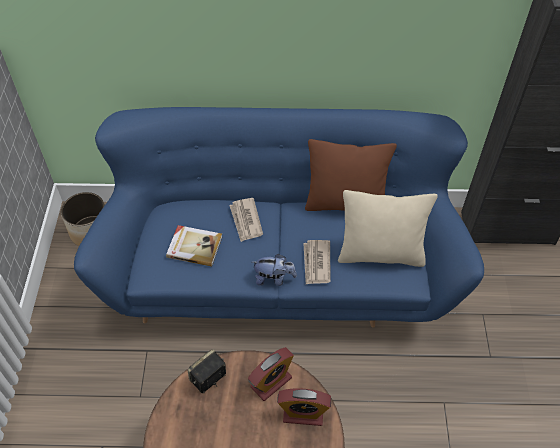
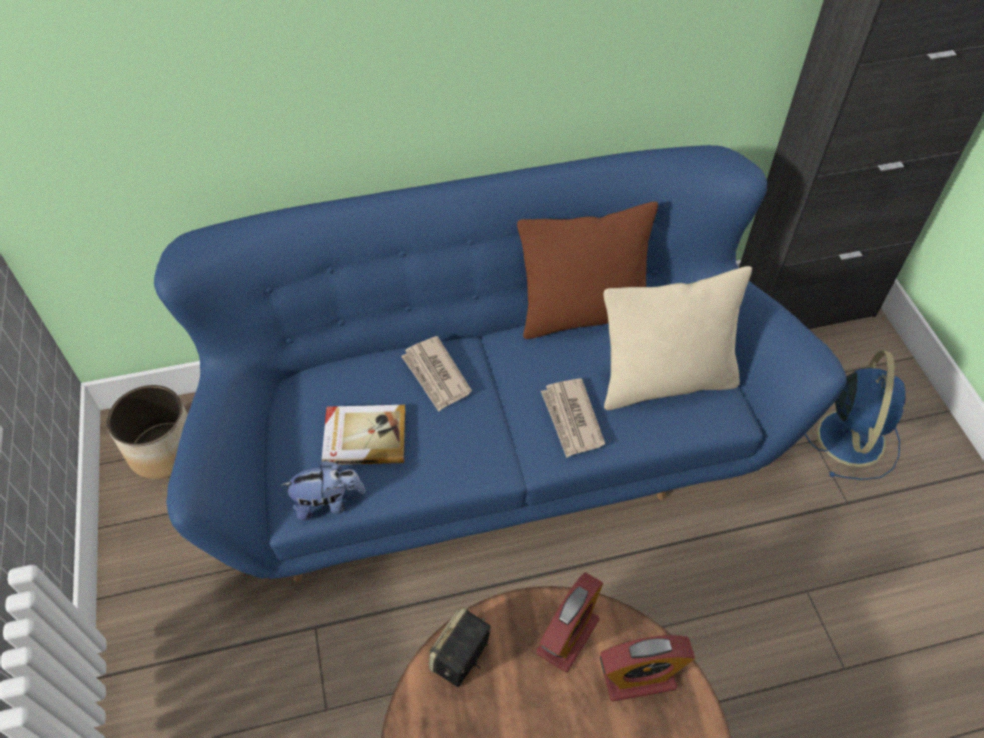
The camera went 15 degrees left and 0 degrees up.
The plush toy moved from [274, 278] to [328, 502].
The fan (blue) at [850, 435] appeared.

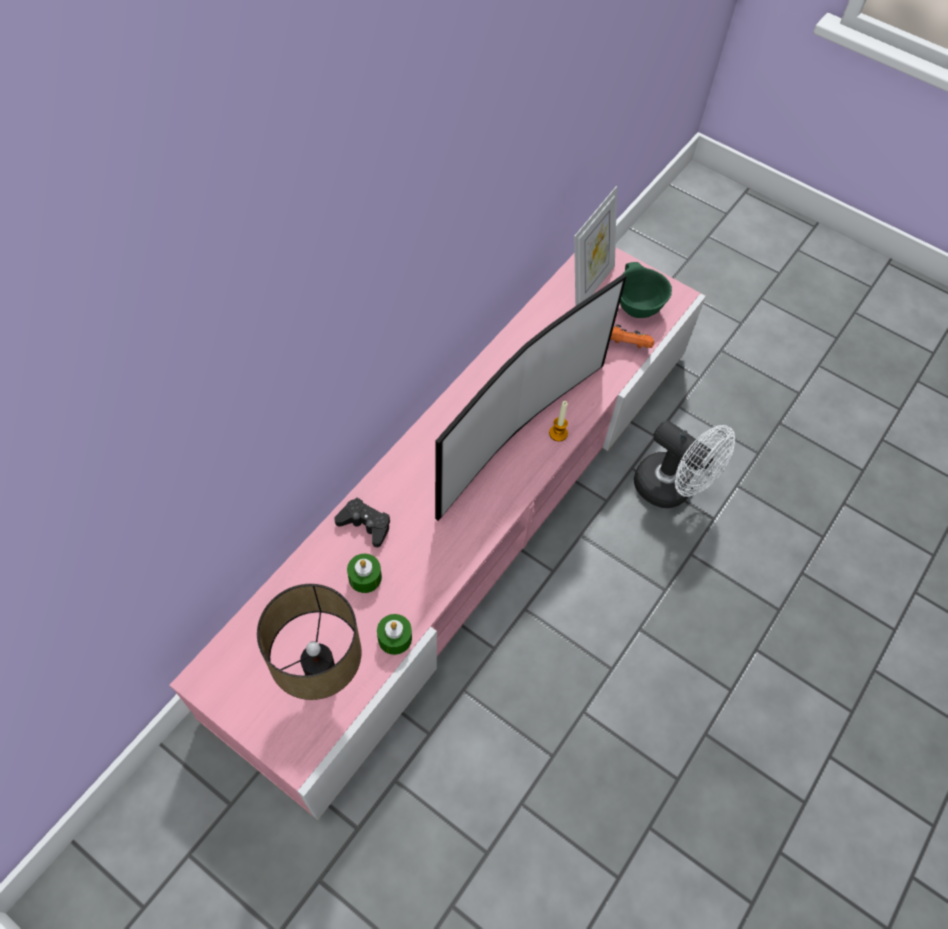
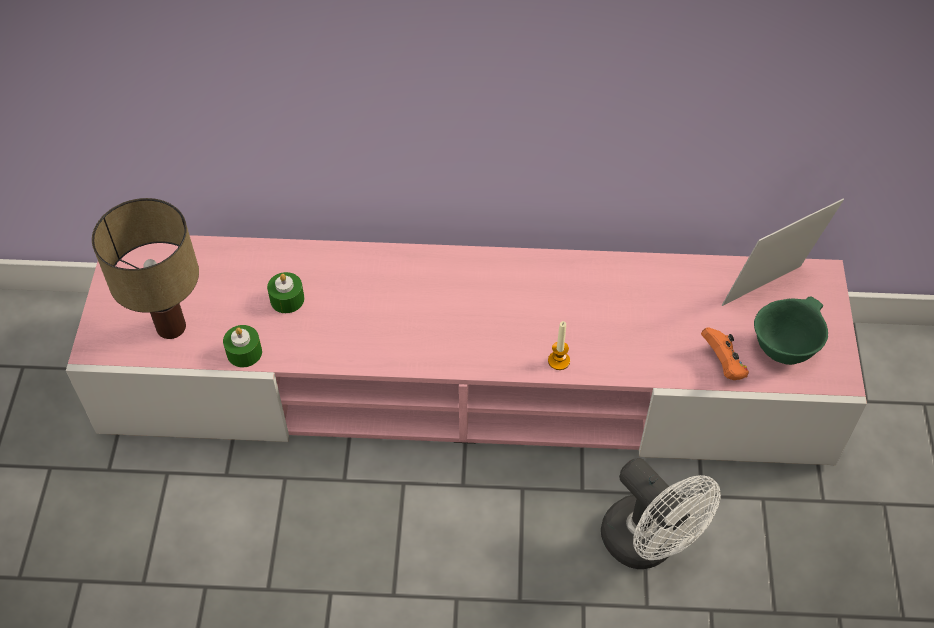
The camera went 60 degrees right and 5 degrees down.
The game controller (black) at [365, 524] disappeared.
The television at [516, 432] disappeared.
The picture frame at [588, 286] turned 150 degrees clockwise.
The fan (white) at [671, 489] turned 45 degrees counterclockwise.

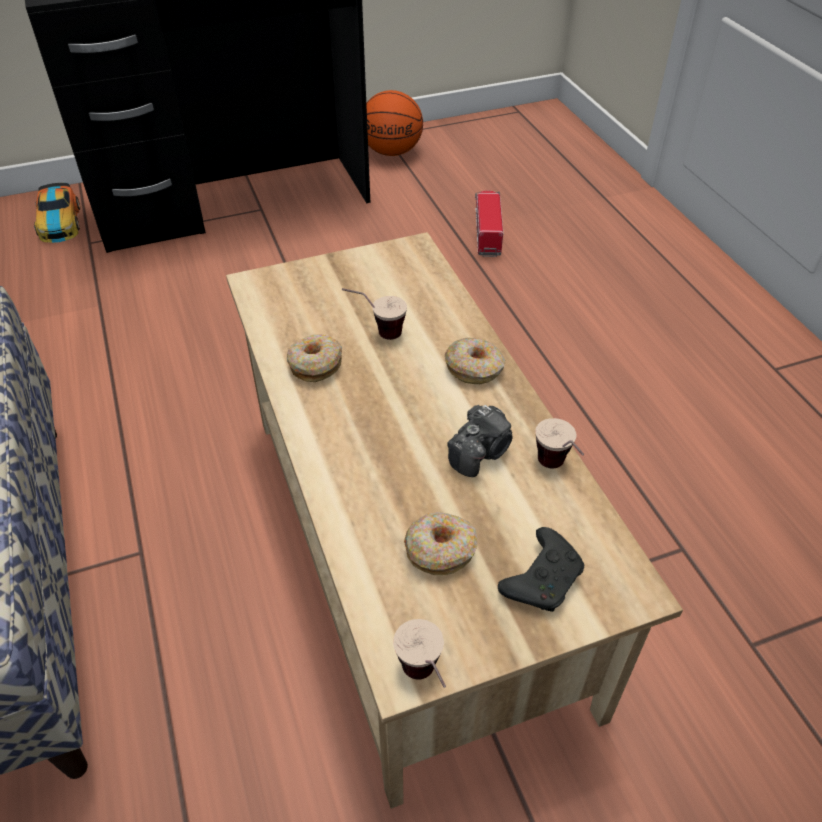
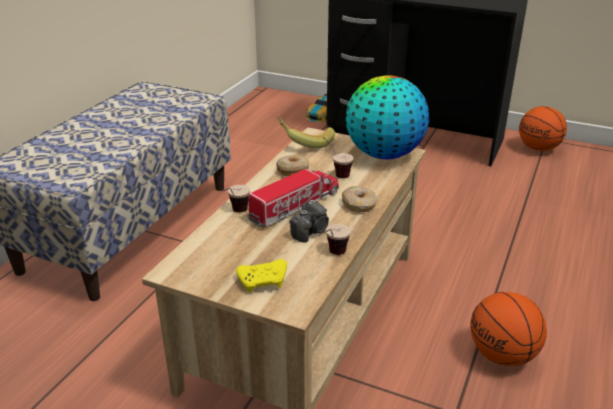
The camera went 45 degrees right and 15 degrees down.
The cup moved from [425, 682] to [235, 213].
The donut at [440, 550] disappeared.
The photo camera at [481, 452] turned 45 degrees counterclockwise.
The toy truck moved from [487, 229] to [295, 206].
The game controller (black) at [542, 578] became the game controller (yellow) at [264, 281].
The banana at [305, 142] appeared.
The globe at [384, 154] appeared.
The basketball at [502, 355] appeared.

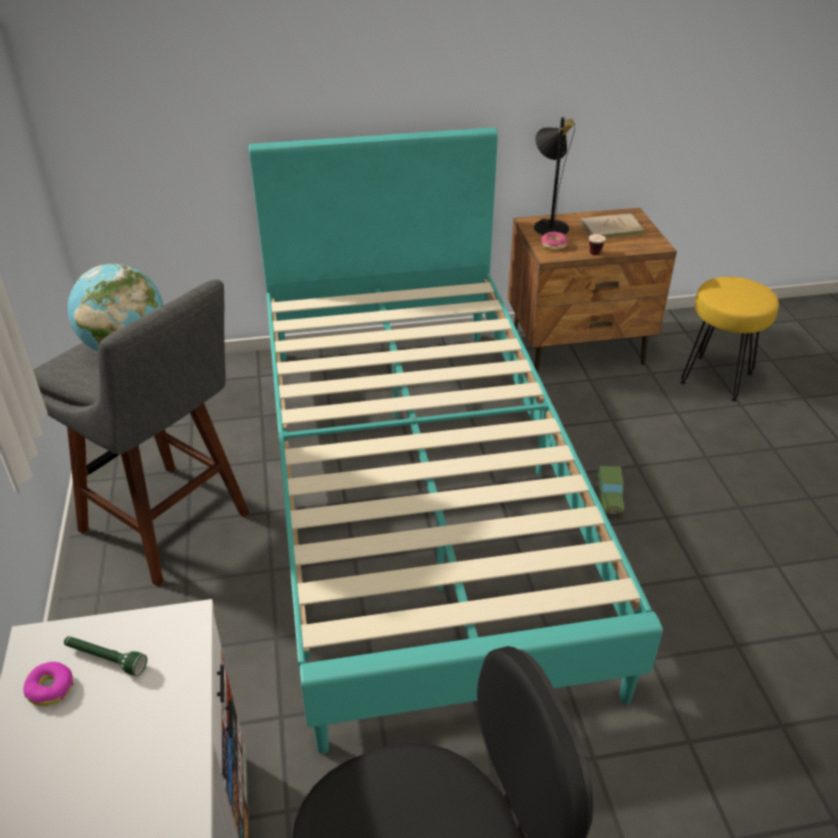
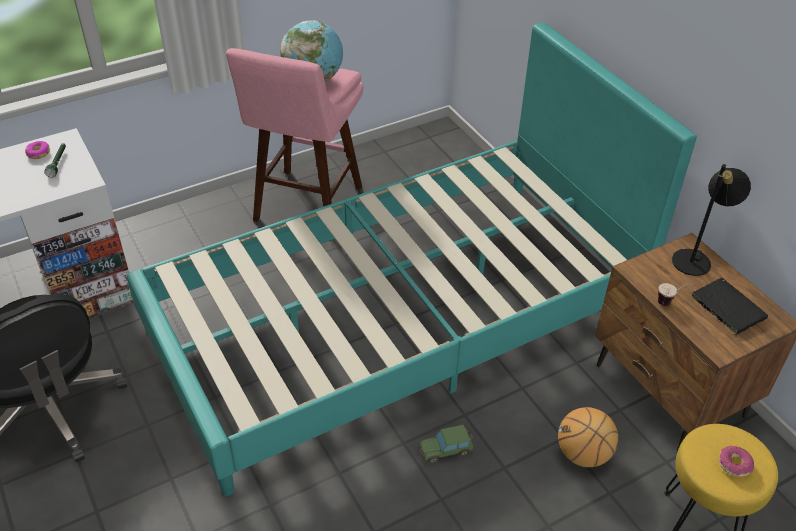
The camera went 70 degrees right and 5 degrees up.
The stool (grey) at [170, 526] became the stool (pink) at [306, 207].
The donut moved from [553, 245] to [734, 464].
The book (beige) at [609, 229] became the book (black) at [726, 306].
The basketball at [583, 454] appeared.

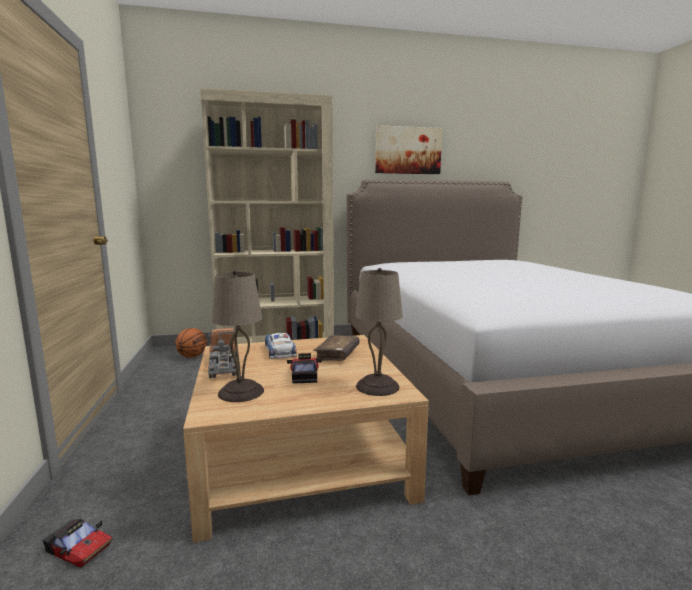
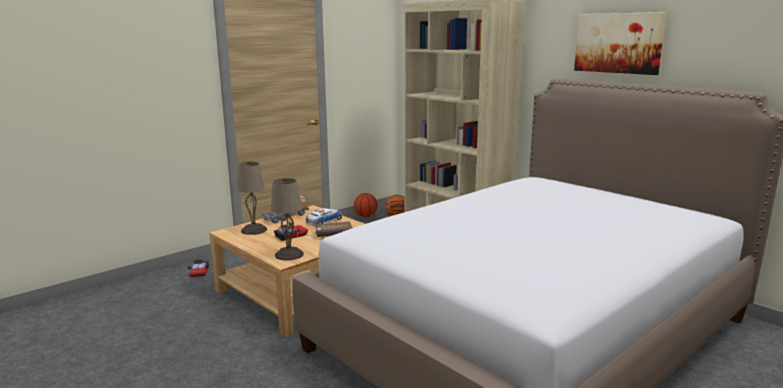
The camera went 60 degrees right and 5 degrees up.
The basketball at [365, 216] appeared.

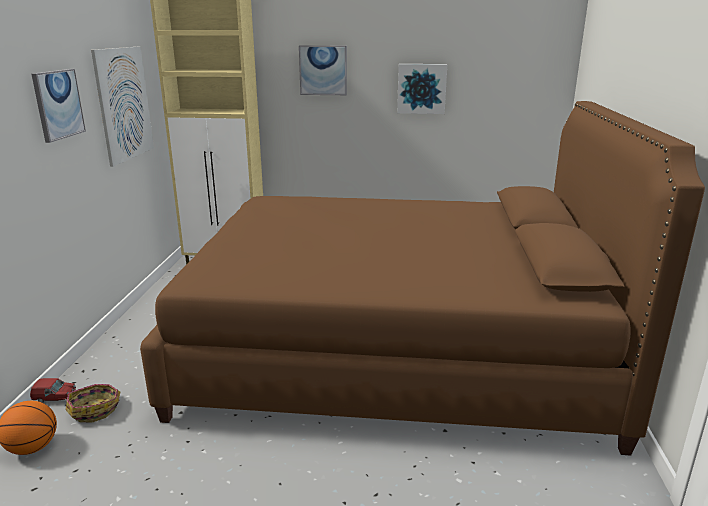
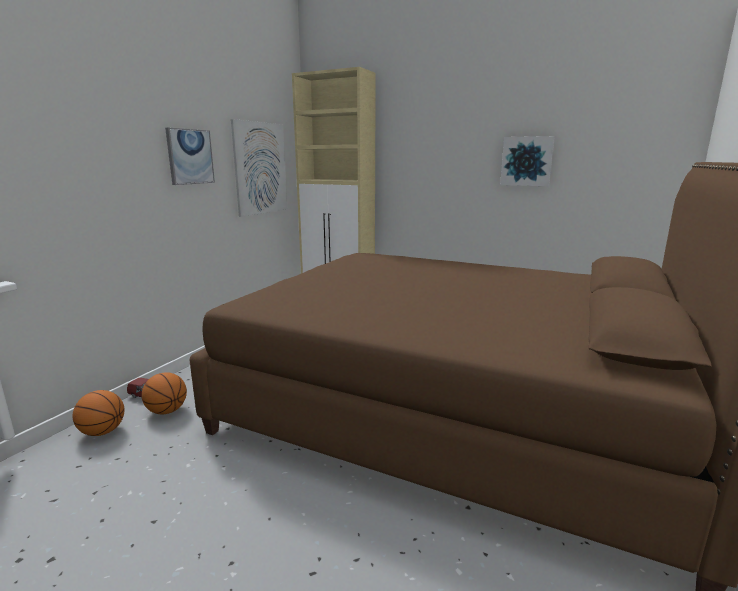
The camera went 20 degrees right and 5 degrees down.
The basket at [95, 409] was replaced by the basketball at [167, 411].
The picture at [323, 70] disappeared.

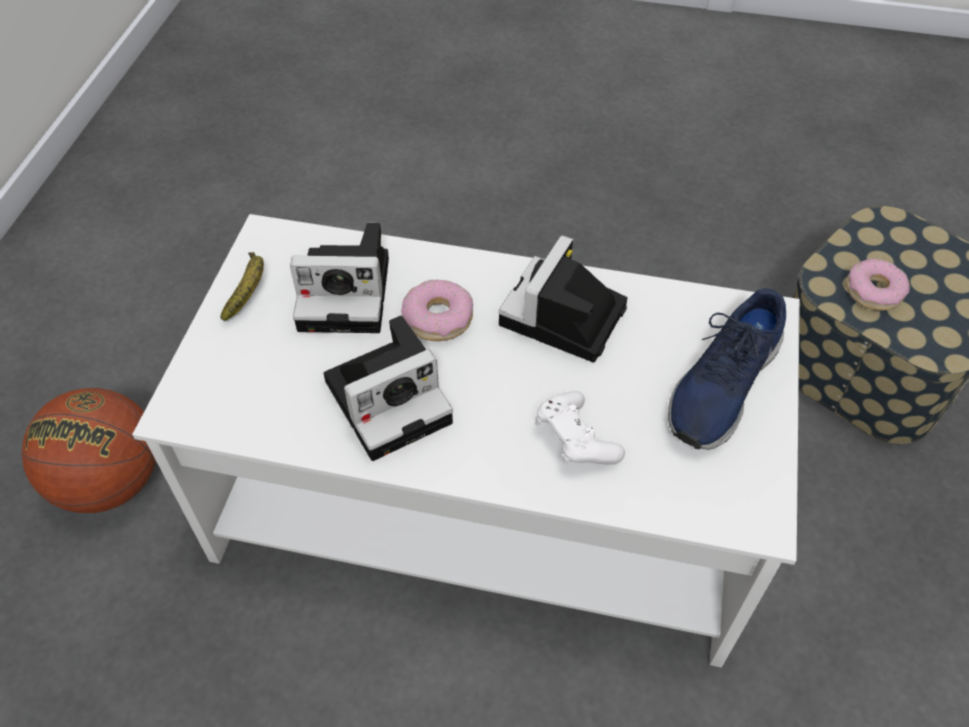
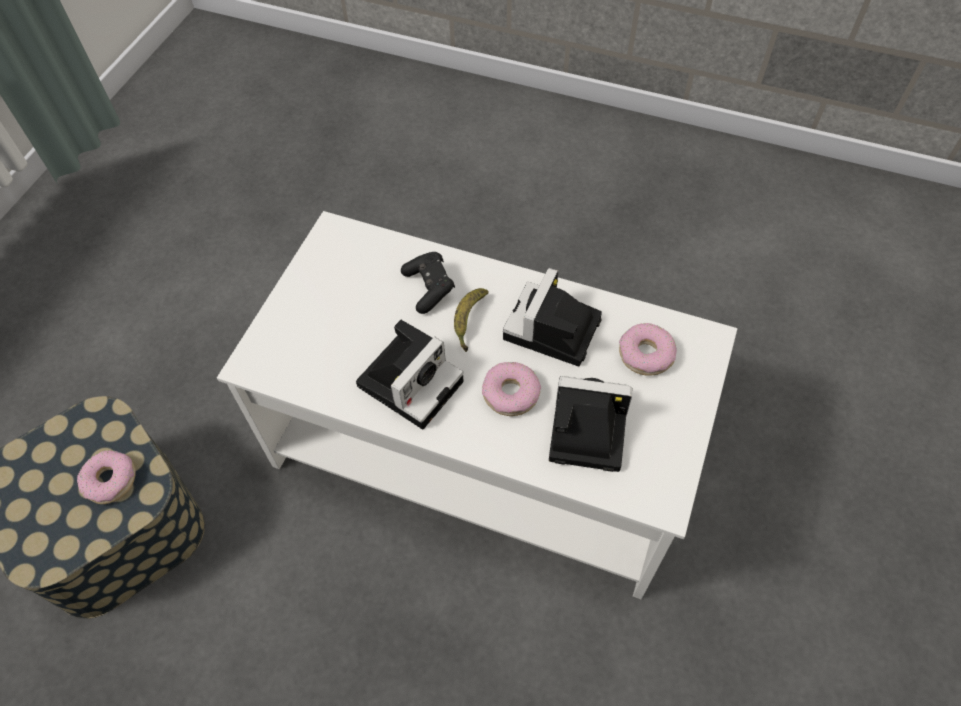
The camera went 170 degrees left and 5 degrees up.
The basketball at [111, 482] disappeared.
The banana moved from [249, 291] to [468, 321].
The photo camera at [391, 398] turned 45 degrees counterclockwise.
The game controller (white) at [575, 440] became the game controller (black) at [429, 288].
The shoe (blue) at [721, 385] disappeared.
The donut at [646, 354] appeared.

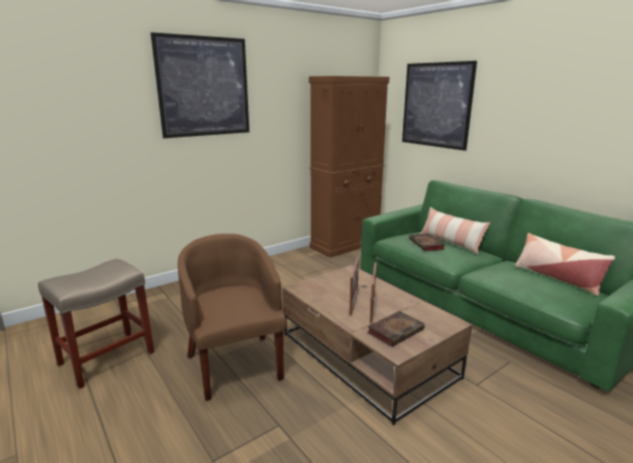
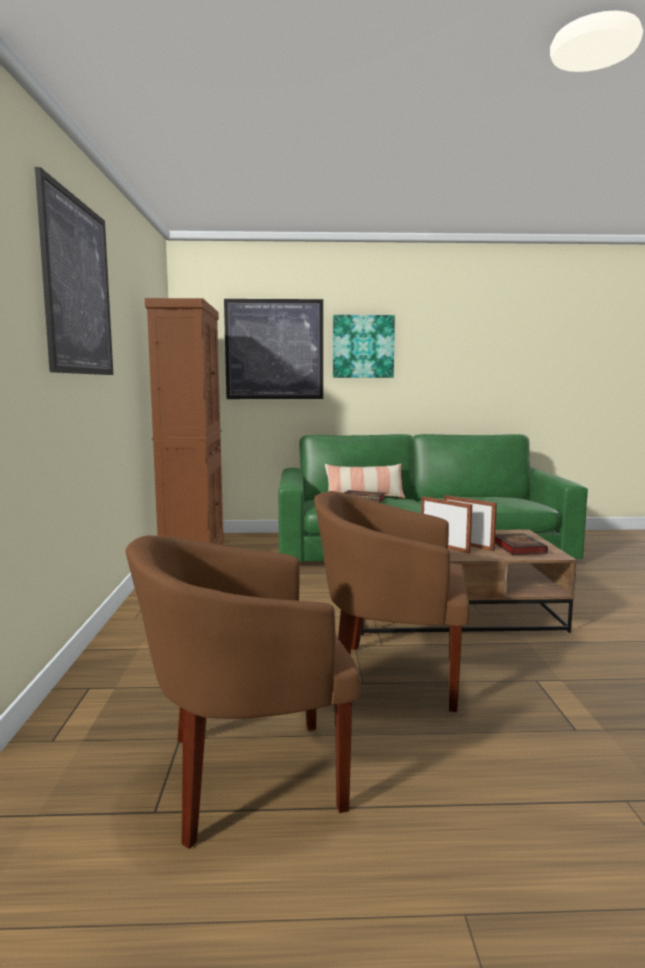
The camera went 55 degrees left and 10 degrees down.
The stool (beige) at [108, 357] was replaced by the armchair (brown) at [246, 776].
The pillow at [557, 277] disappeared.
The picture at [363, 346] appeared.

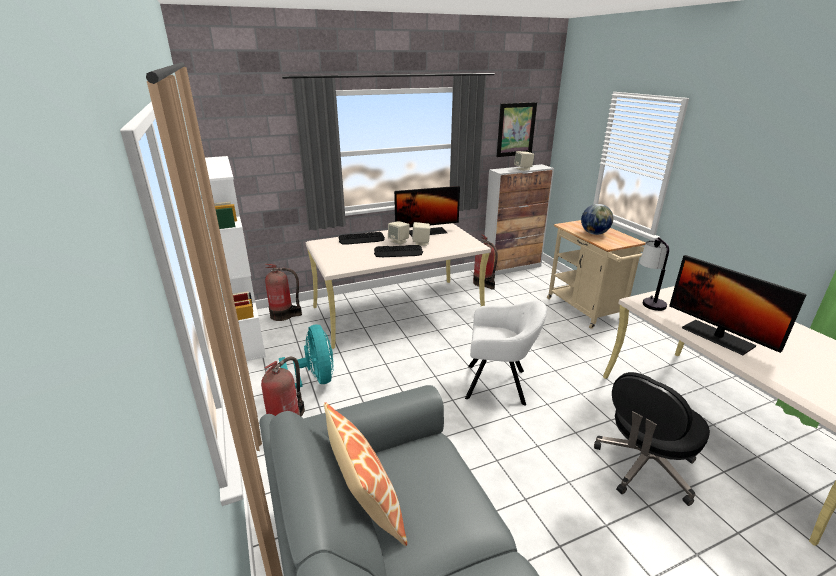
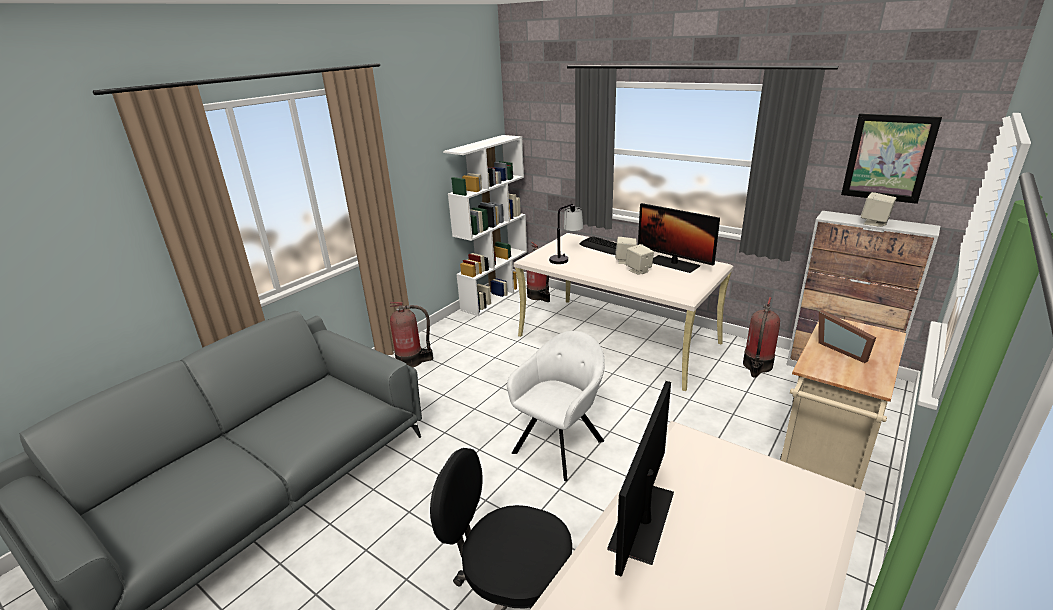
The camera went 60 degrees right and 0 degrees up.
The fan (turquoise) at [315, 381] disappeared.
The pillow at [366, 506] disappeared.
The keyboard at [398, 252] disappeared.
The armchair (white) at [499, 384] turned 120 degrees counterclockwise.
The globe at [594, 233] was replaced by the picture frame at [842, 349].
The table lamp moved from [648, 300] to [566, 258].

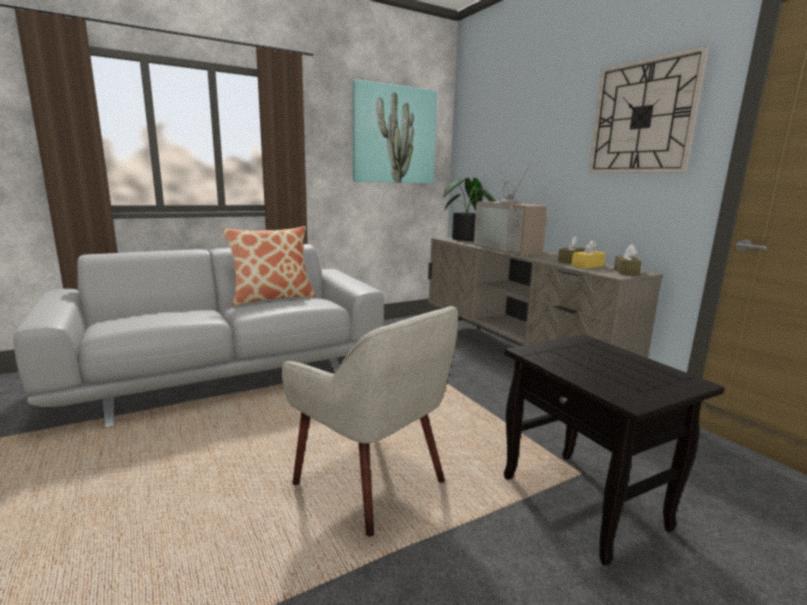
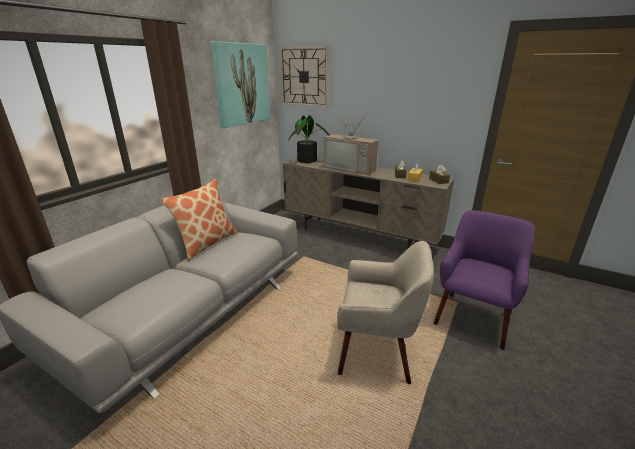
The camera went 30 degrees left and 10 degrees up.
The side table (black) at [586, 504] was replaced by the armchair (purple) at [473, 318].
The wall clock moved from [642, 117] to [304, 77].

